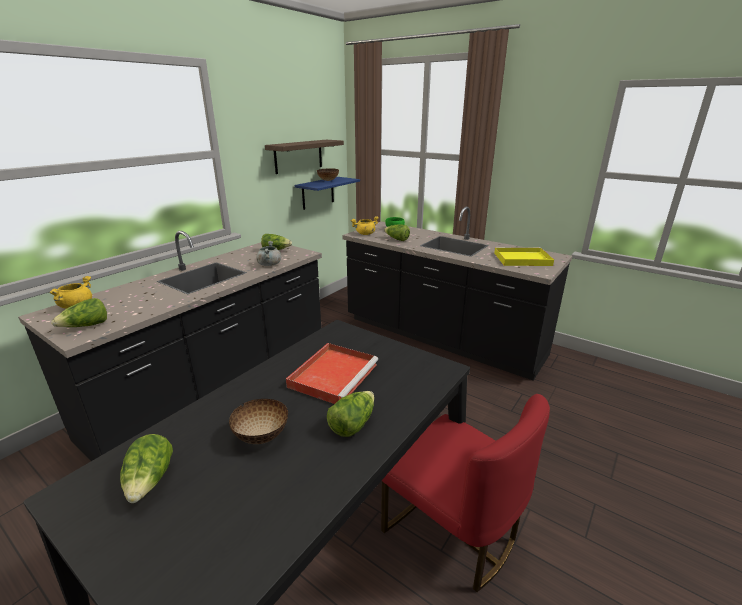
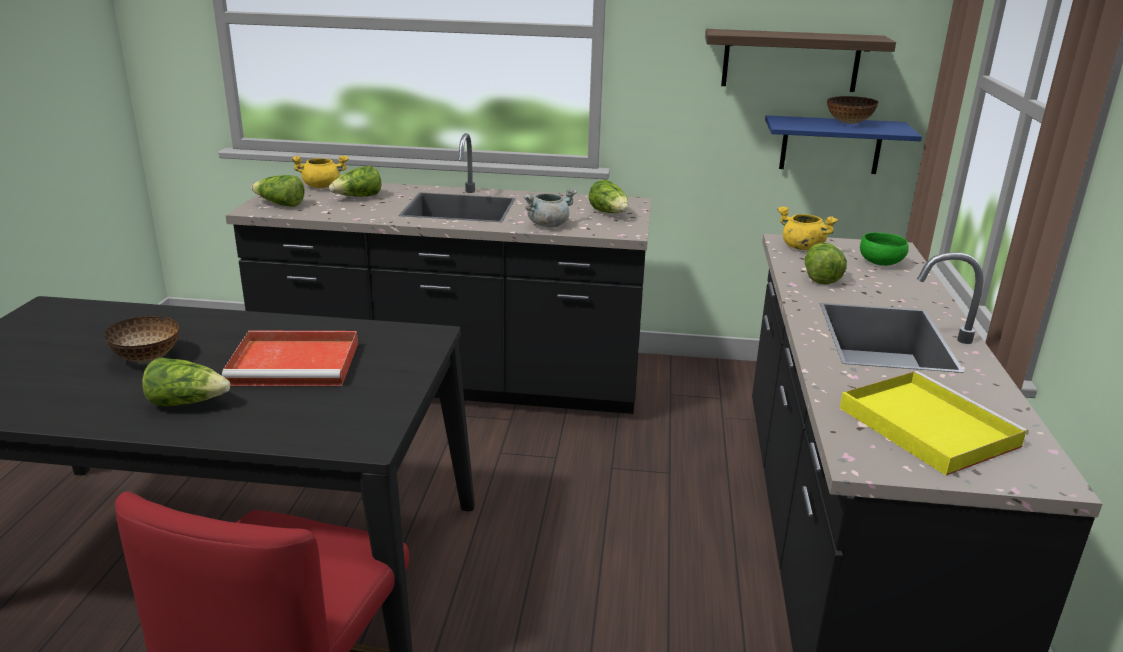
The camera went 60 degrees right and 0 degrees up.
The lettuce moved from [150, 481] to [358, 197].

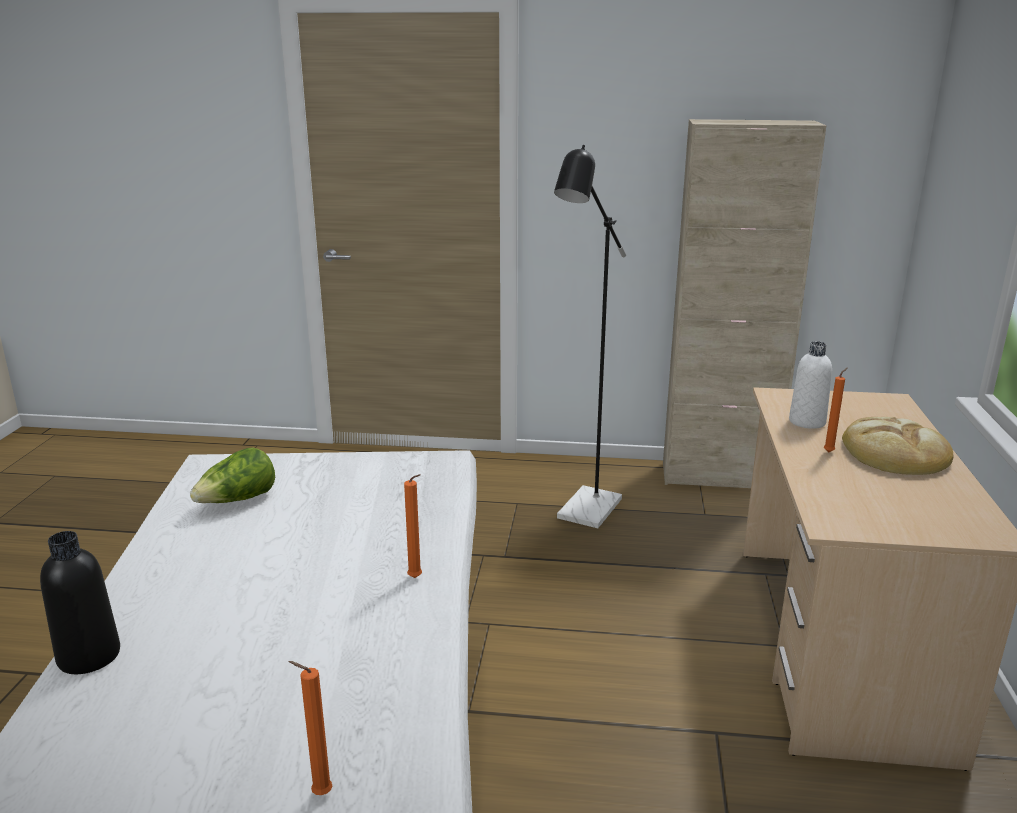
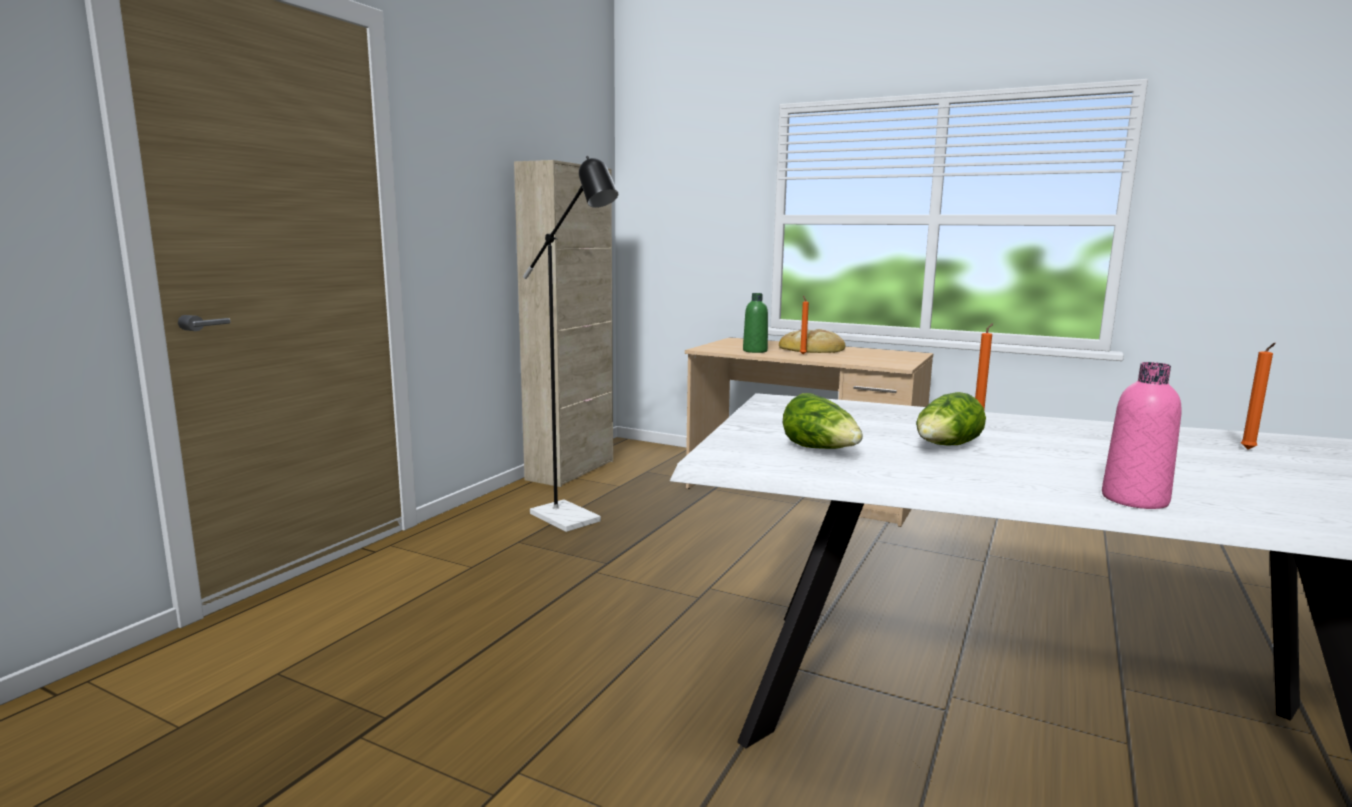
The camera went 70 degrees left and 10 degrees down.
The bottle (black) at [89, 656] became the bottle (pink) at [1134, 499].
The bottle (white) at [807, 422] became the bottle (green) at [755, 351].
The lettuce at [946, 447] appeared.

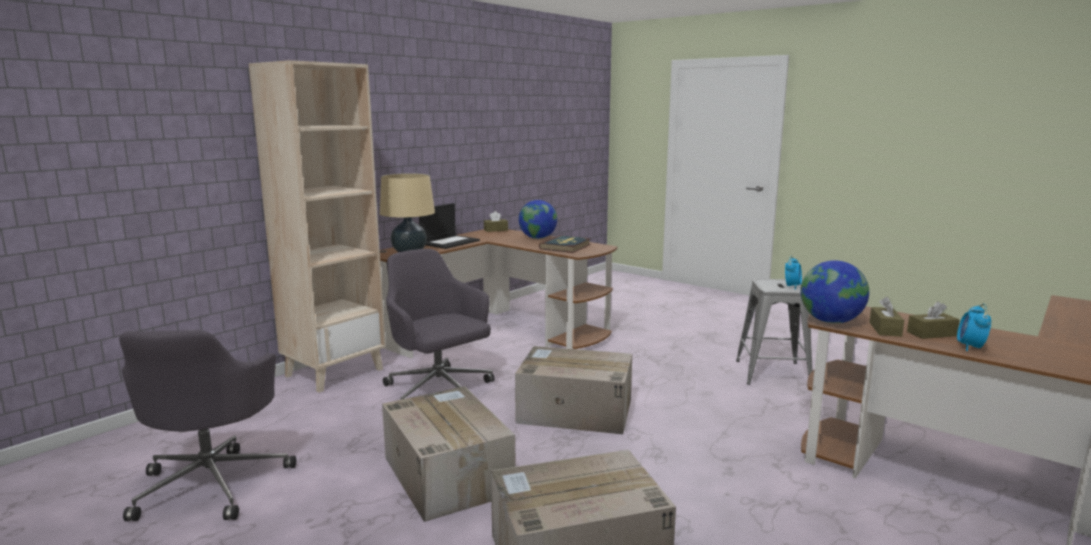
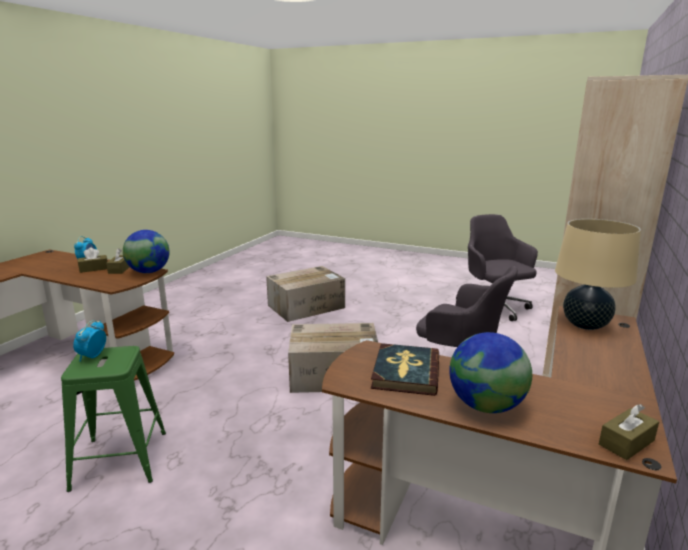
The camera went 165 degrees right and 5 degrees up.
The cardboard box at [446, 474] disappeared.
The laptop at [450, 242] disappeared.
The stool (grey) at [773, 373] became the stool (green) at [120, 460].

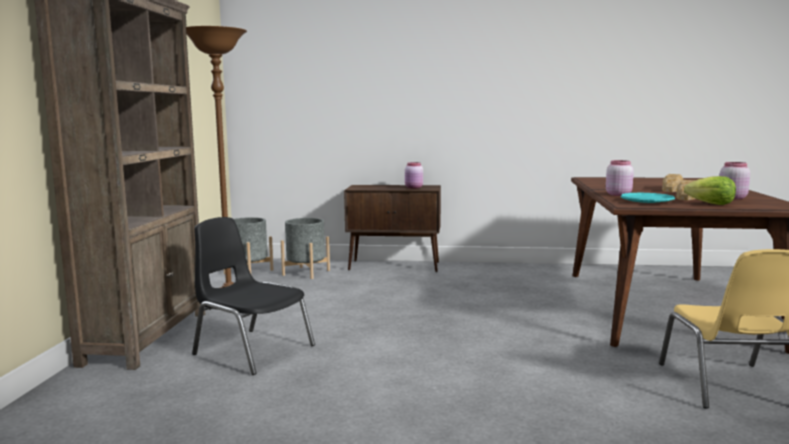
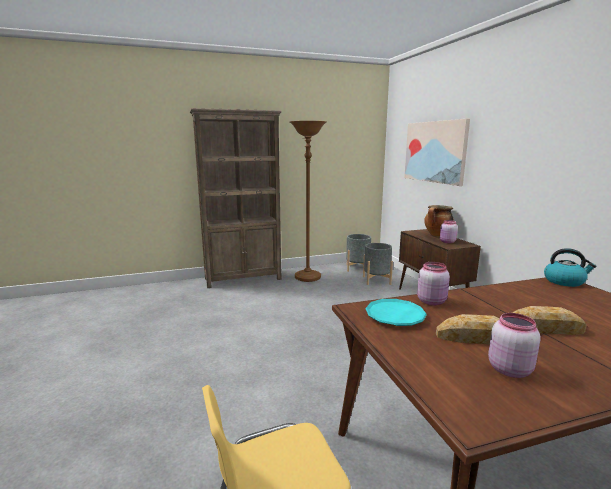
The camera went 65 degrees right and 5 degrees up.
The chair (black) at [252, 350] disappeared.
The lettuce at [711, 204] disappeared.
The picture at [435, 152] appeared.
The cooking pot at [437, 235] appeared.
The kettle at [564, 281] appeared.

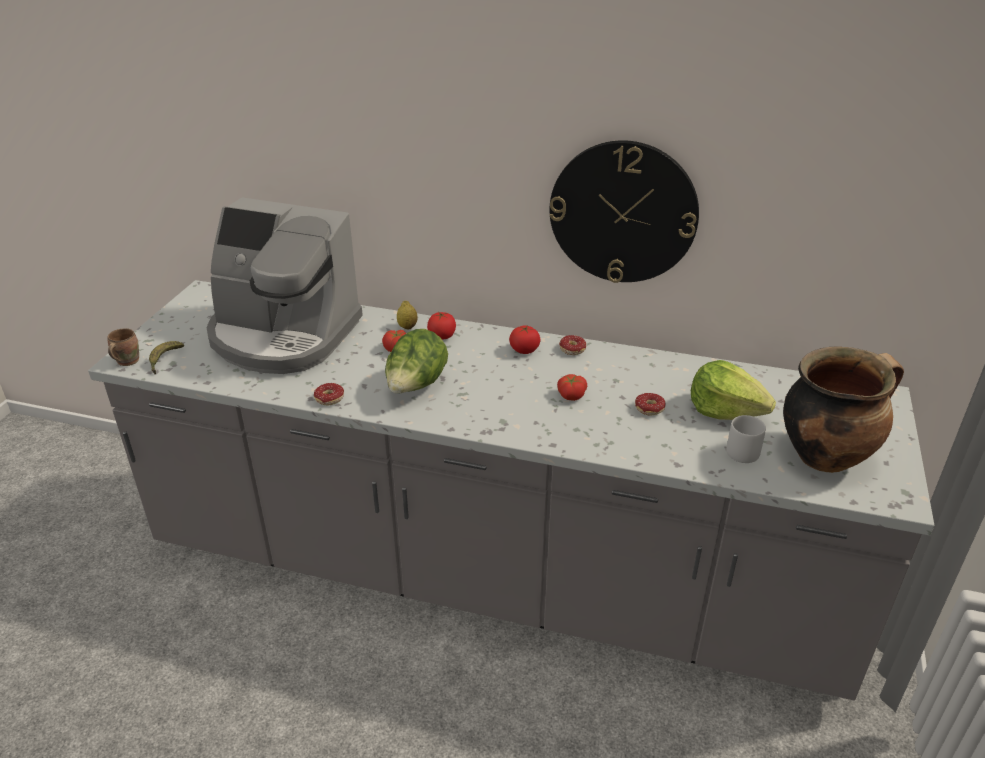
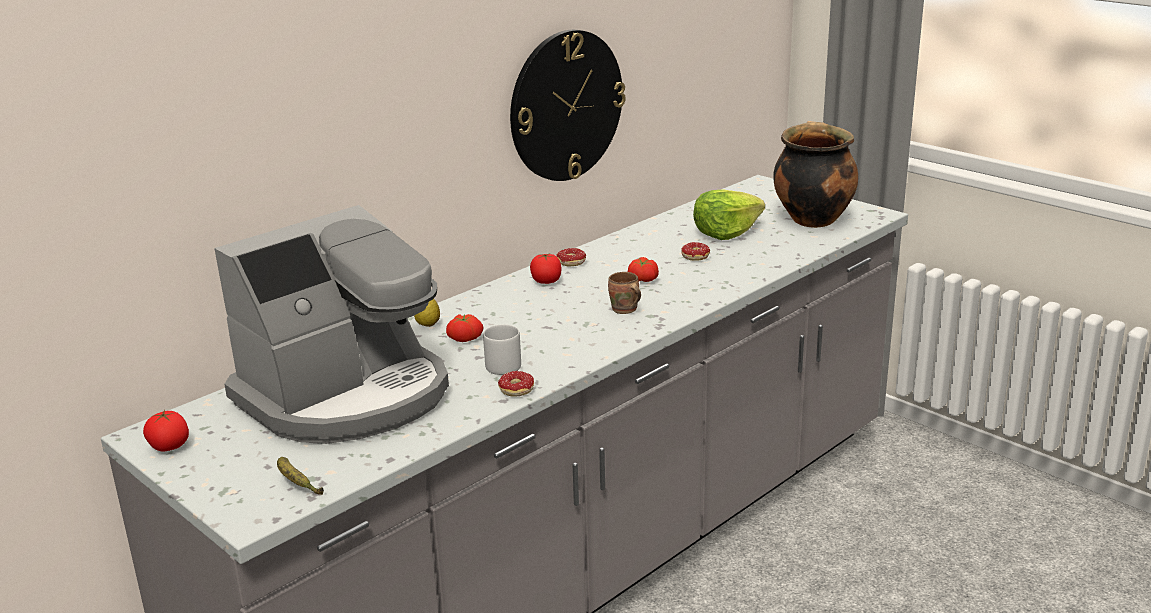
The camera went 60 degrees left and 10 degrees down.
The mug (brown) moved from [126, 361] to [624, 310].
The lettuce at [416, 387] disappeared.
The tomato moved from [442, 336] to [169, 446].
The mug (grey) moved from [745, 451] to [502, 365].

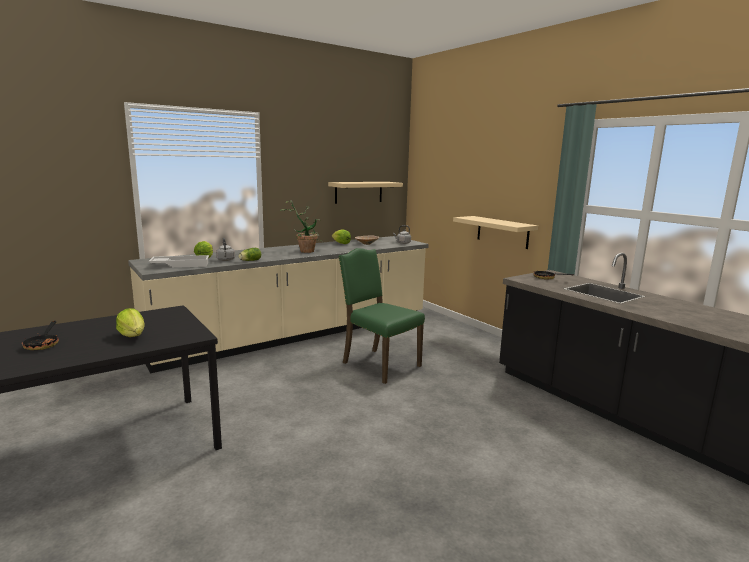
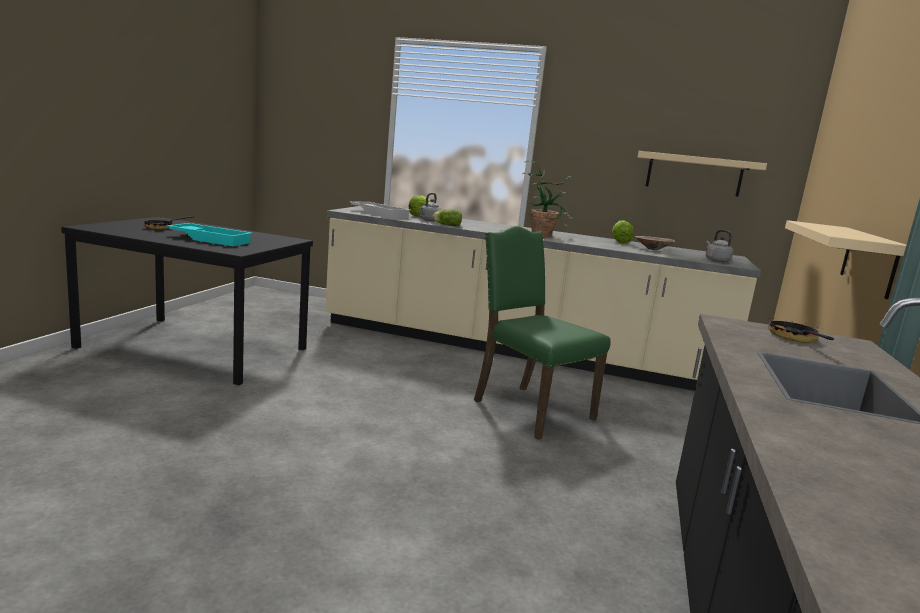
The camera went 50 degrees right and 0 degrees up.
The lettuce at [133, 335] was replaced by the tray (turquoise) at [211, 239].
The chair (green) at [379, 364] turned 45 degrees counterclockwise.

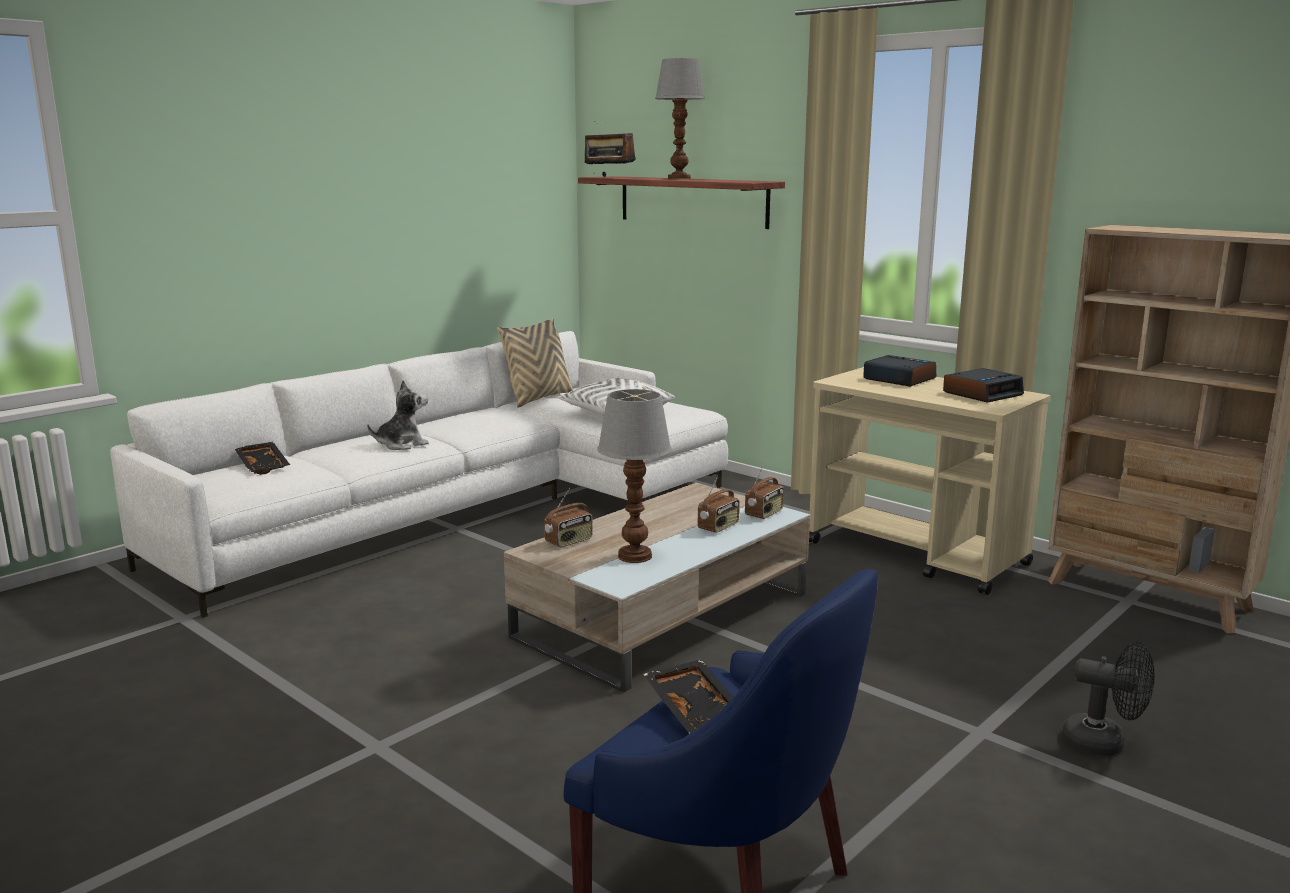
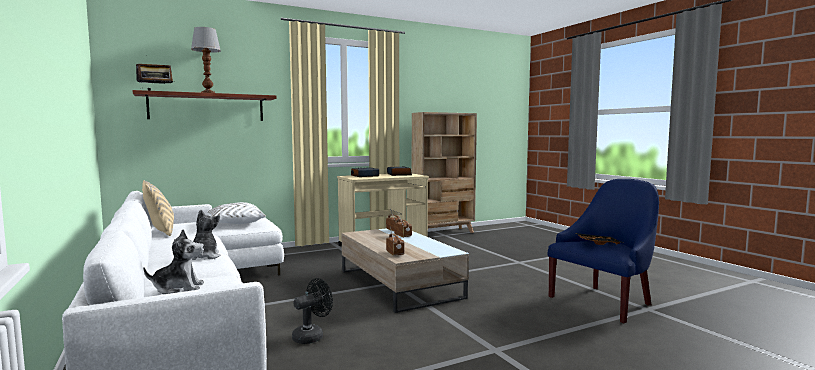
The camera went 70 degrees left and 10 degrees down.
The tray (black) at [264, 465] was replaced by the plush toy at [178, 288].
The table lamp at [634, 556] disappeared.
The fan (black) moved from [1104, 743] to [312, 336].

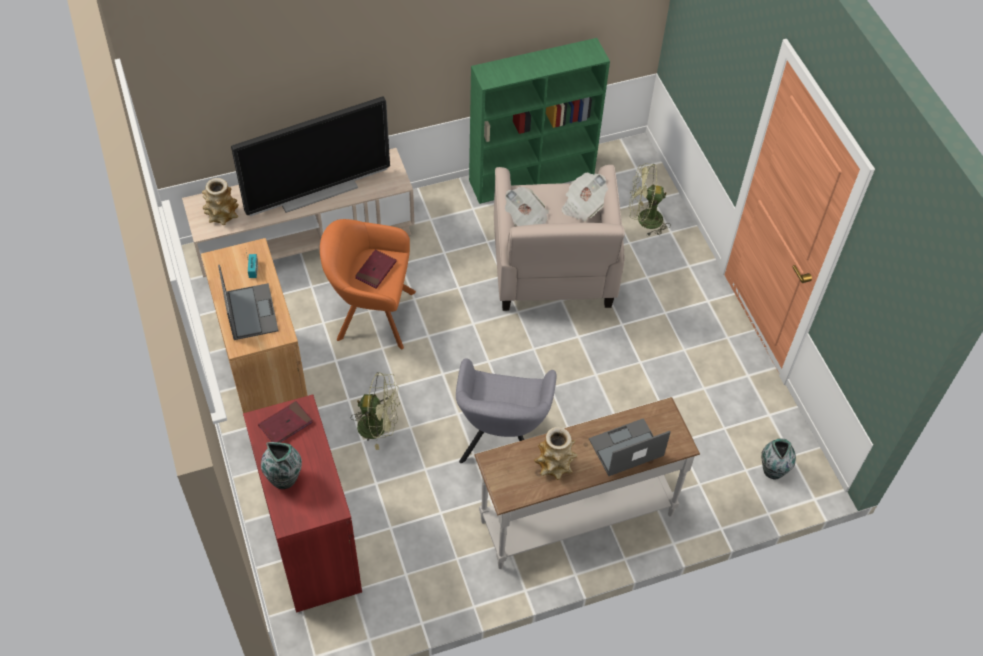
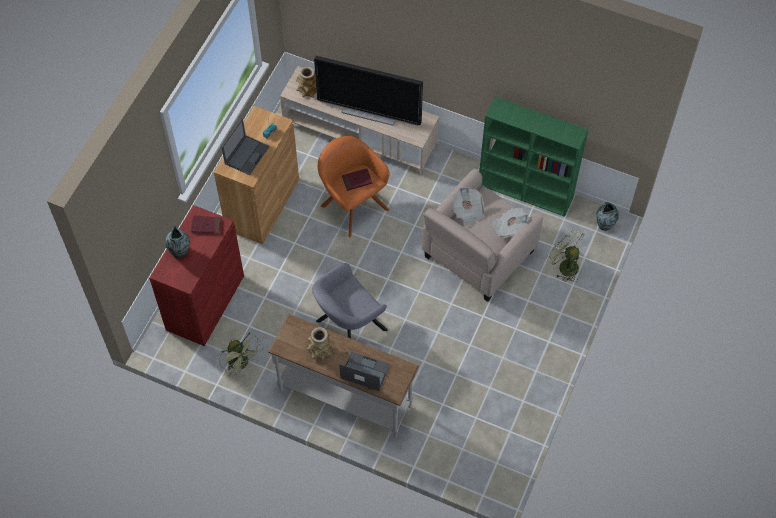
The camera went 45 degrees right and 5 degrees up.
The fan (green) moved from [379, 426] to [242, 364].
The vase moved from [773, 469] to [605, 224].

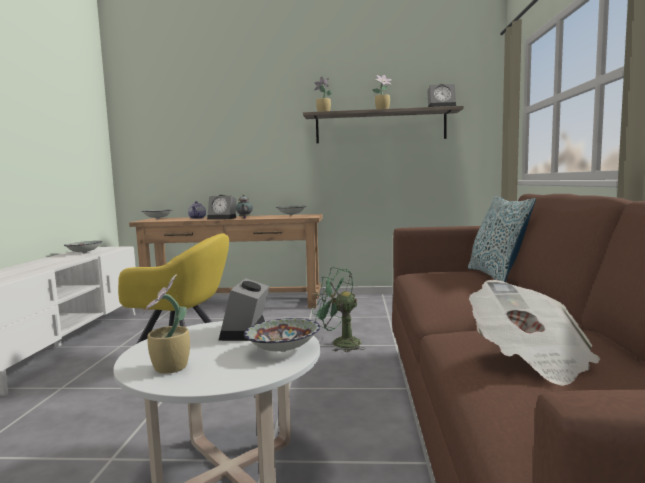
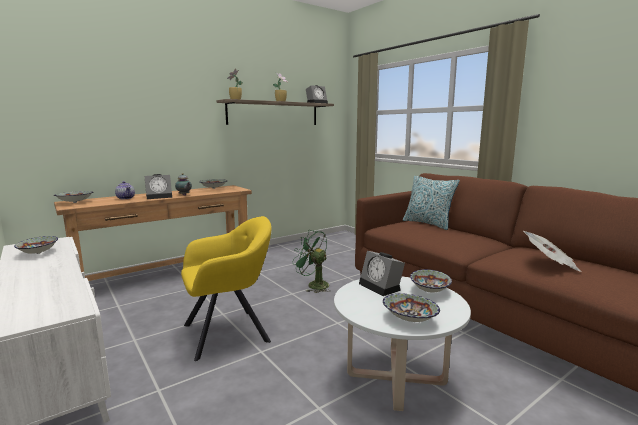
The camera went 40 degrees left and 5 degrees up.
The potted plant at [170, 369] was replaced by the bowl at [410, 319].
The fan (green) at [340, 343] turned 45 degrees clockwise.

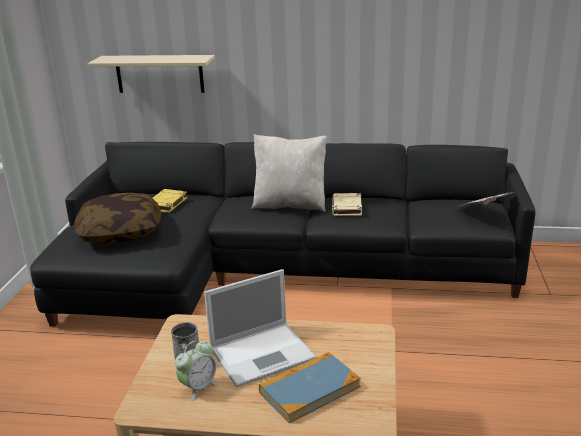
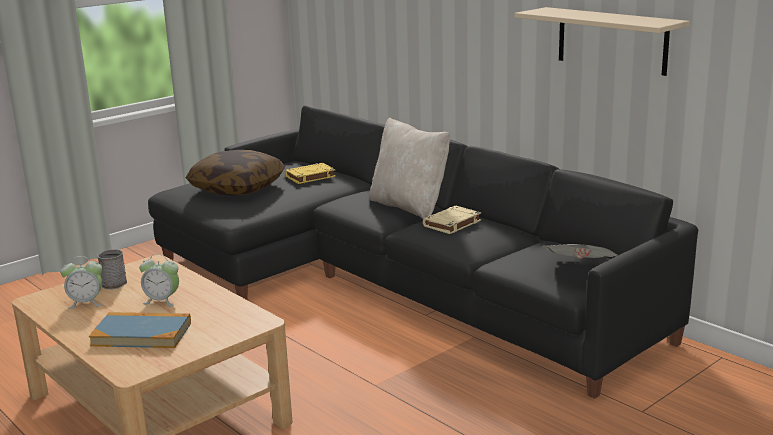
The camera went 40 degrees right and 5 degrees down.
The shelf (beige) moved from [159, 74] to [611, 40].
The laptop at [264, 353] was replaced by the alarm clock at [162, 301].

